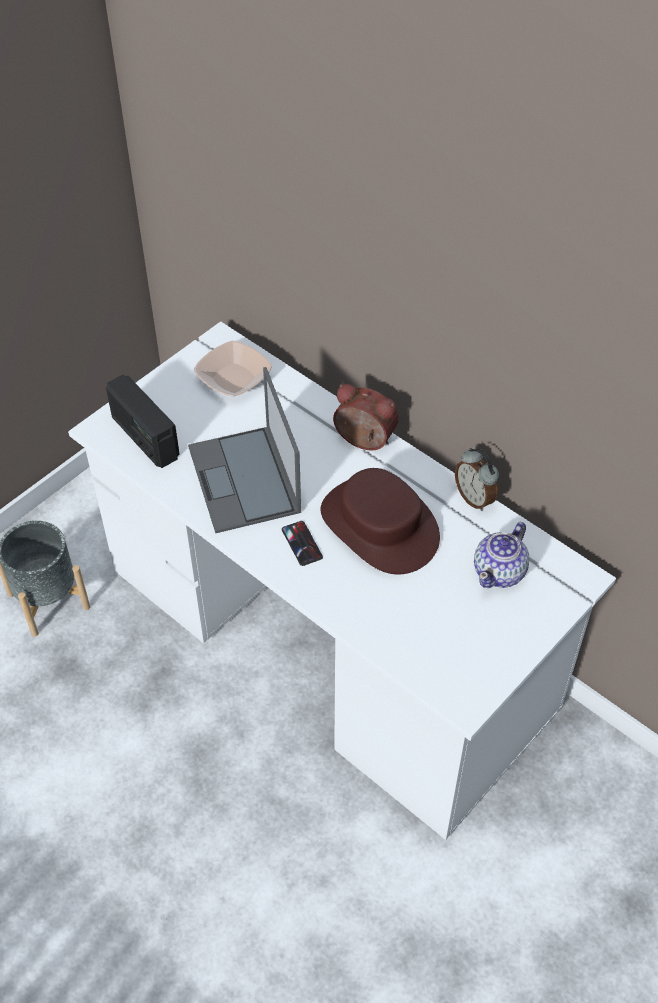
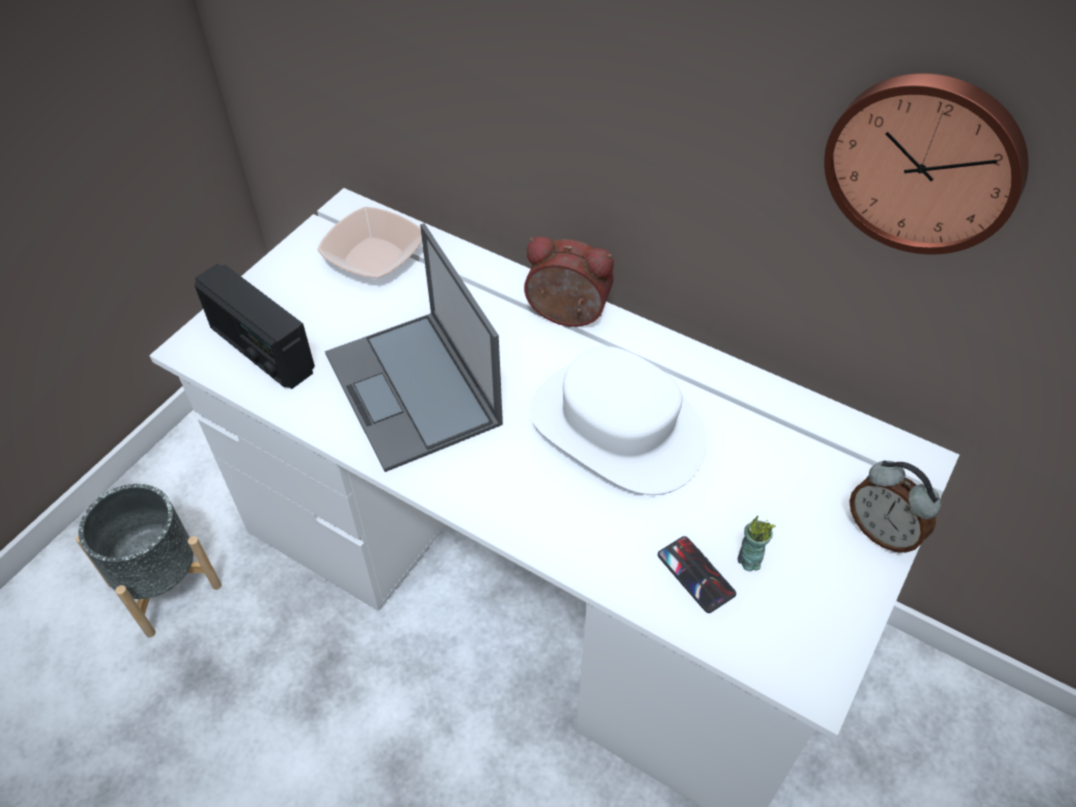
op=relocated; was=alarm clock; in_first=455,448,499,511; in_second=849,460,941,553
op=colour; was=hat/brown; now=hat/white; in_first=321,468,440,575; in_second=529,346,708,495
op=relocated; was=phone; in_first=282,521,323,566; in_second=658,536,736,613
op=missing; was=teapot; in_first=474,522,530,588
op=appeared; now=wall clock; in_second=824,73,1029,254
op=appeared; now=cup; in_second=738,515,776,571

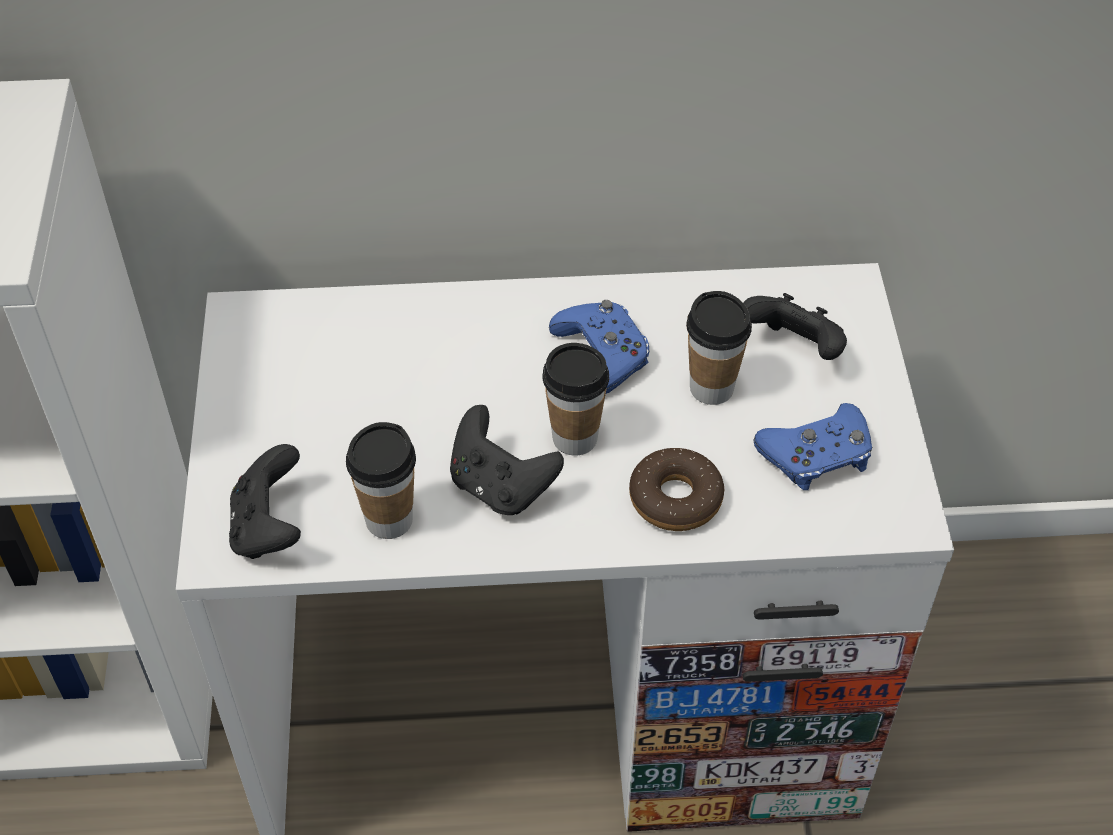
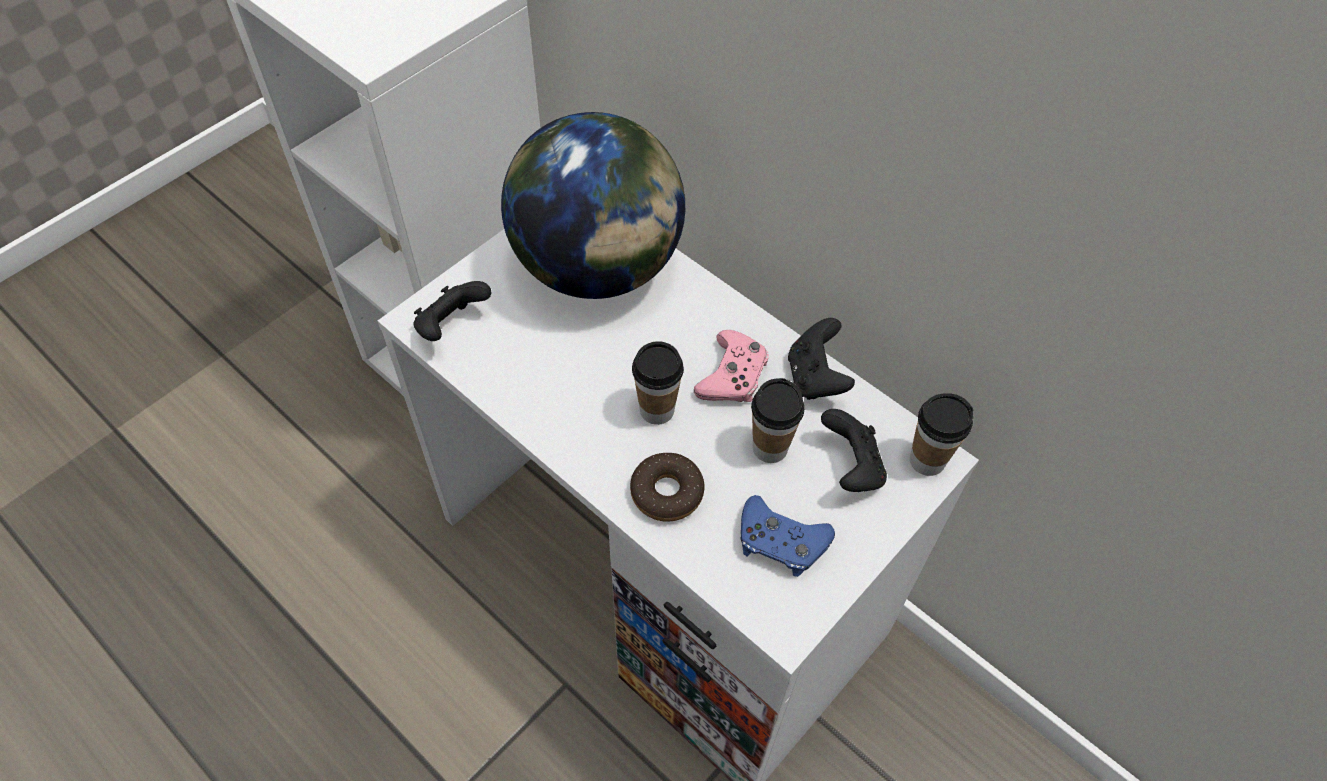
op=colour; was=game controller/blue; now=game controller/pink; in_first=549,300,649,394; in_second=694,330,768,402
op=relocated; was=game controller/black; in_first=450,405,564,515; in_second=788,318,855,400
op=relocated; was=cup; in_first=346,422,416,539; in_second=910,393,974,476
op=appeared; now=globe; in_second=501,112,685,299

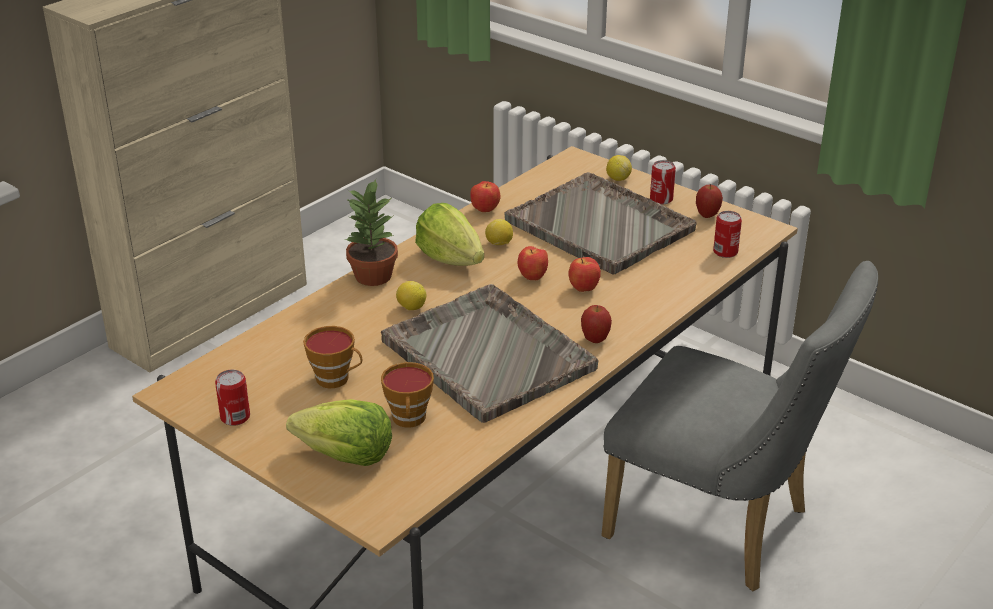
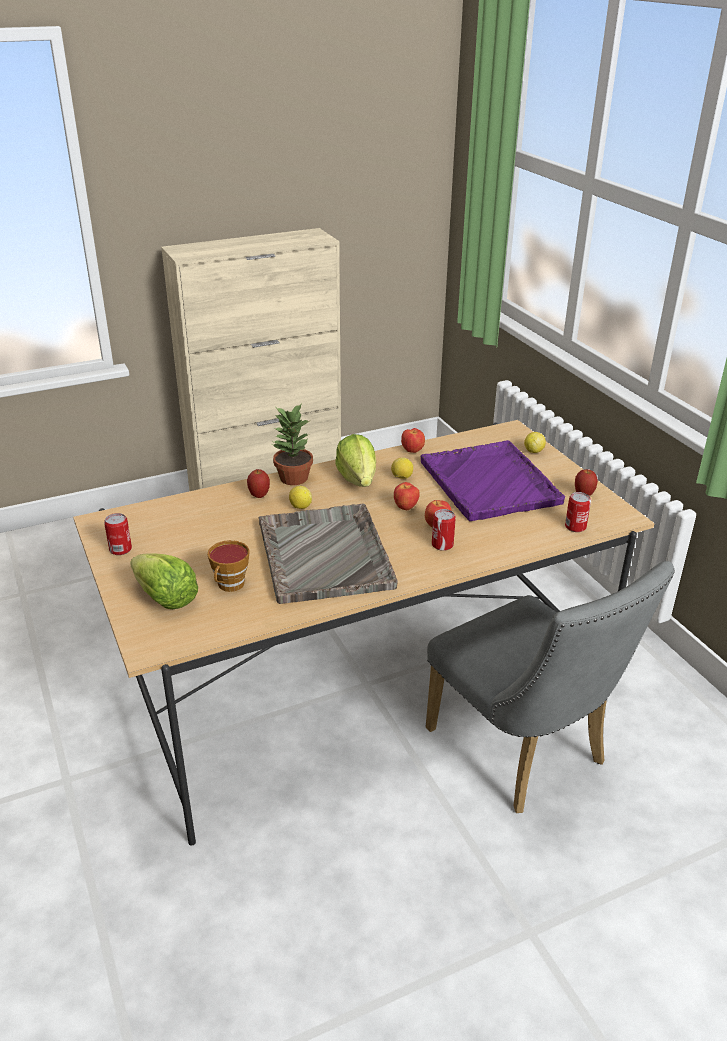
op=relocated; was=can; in_first=650,160,676,204; in_second=432,509,456,551
op=colour; was=tray/grey; now=tray/purple; in_first=505,172,697,275; in_second=421,440,565,521
op=relocated; was=apple; in_first=581,305,612,343; in_second=247,469,270,498
op=missing; was=cup; in_first=303,326,362,388

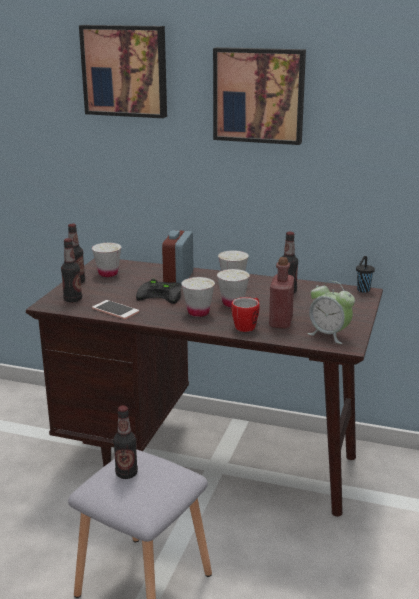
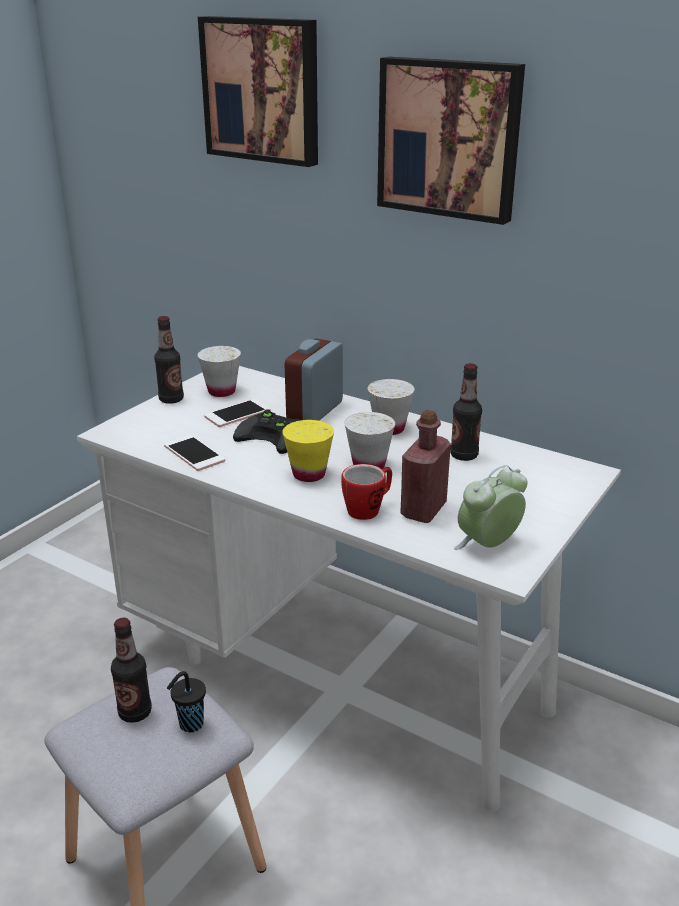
op=missing; was=bottle; in_first=61,238,82,302
op=relocated; was=cup/black; in_first=356,256,375,292; in_second=167,671,206,732
op=colour; was=desk/brown; now=desk/white; in_first=26,258,383,517; in_second=77,366,621,812
op=colour; was=cup/white; now=cup/yellow; in_first=181,277,215,317; in_second=282,420,334,482
op=spun; was=alarm clock; in_first=307,281,355,344; in_second=454,465,528,550; clockwise=90
op=appeared; now=phone; in_second=204,399,270,427

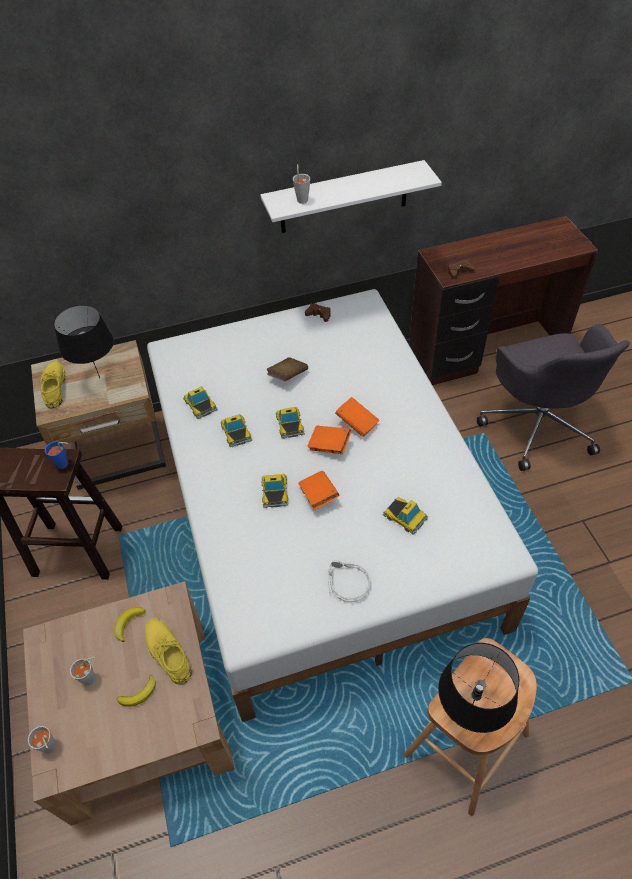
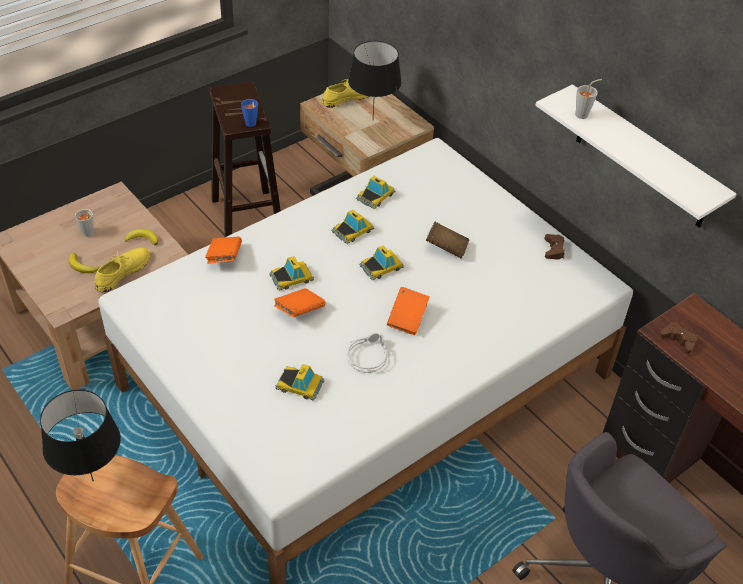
op=relocated; was=book/orange; in_first=307,425,351,454; in_second=205,237,242,264
op=spun; was=toy car; in_first=383,497,428,535; in_second=275,364,324,401; clockwise=-90
op=relocated; was=headphones/grey; in_first=328,560,371,602; in_second=347,333,388,373
op=missing; was=cup/grey; in_first=28,726,56,753

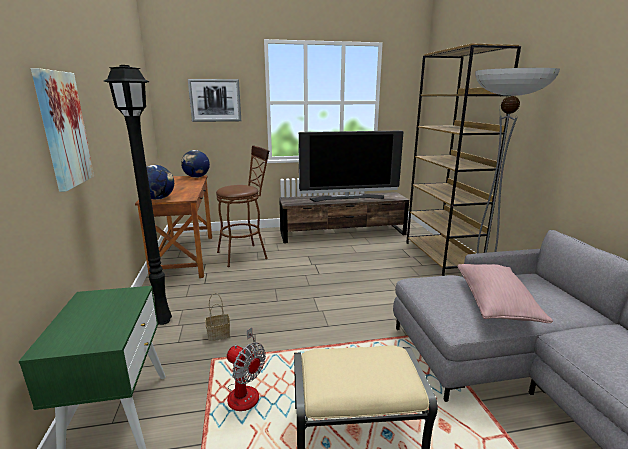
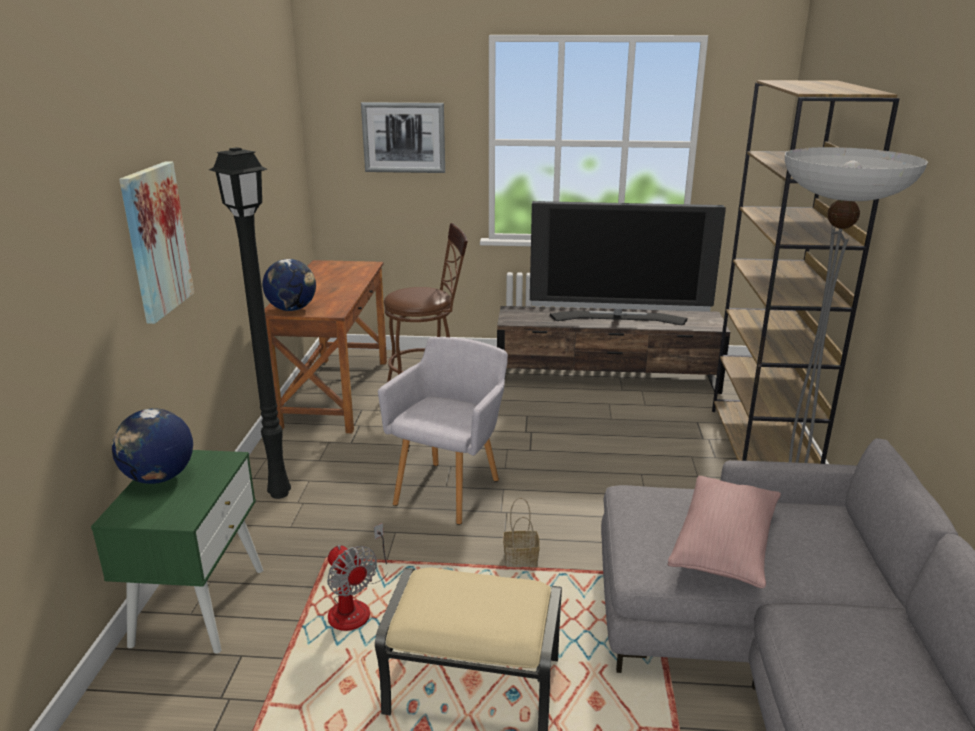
op=relocated; was=globe; in_first=181,150,210,178; in_second=112,408,193,484
op=relocated; was=basket; in_first=205,293,230,341; in_second=503,498,540,567
op=appeared; now=armchair/grey; in_second=378,337,508,525

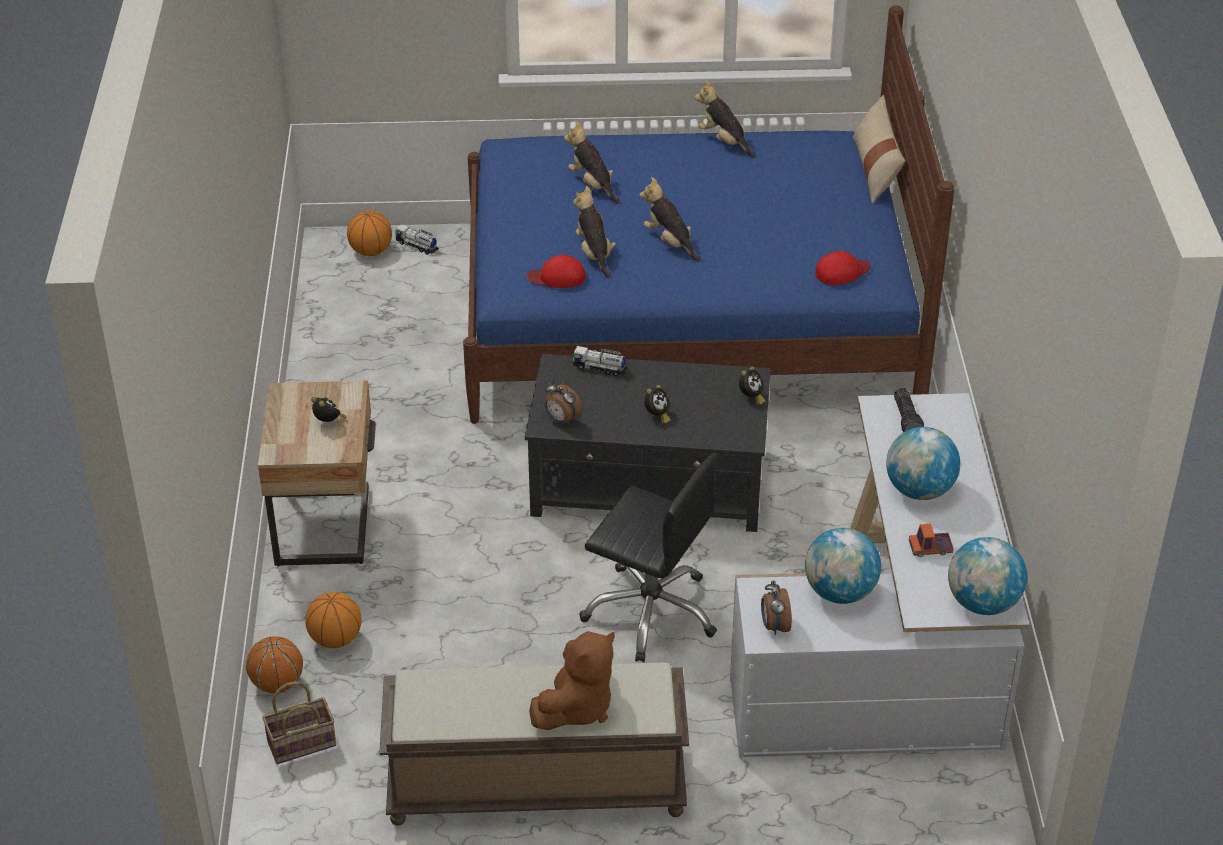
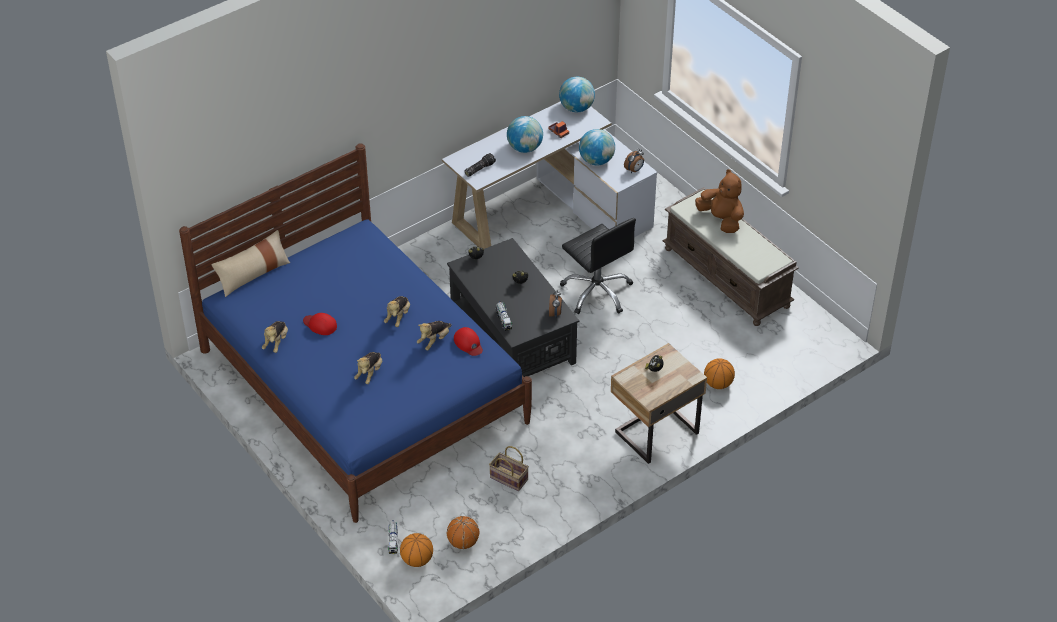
op=relocated; was=cap/red; in_first=815,251,870,285; in_second=303,313,337,335
op=spun; was=office chair/black; in_first=579,453,718,662; in_second=560,218,636,314; clockwise=150
op=spun; was=plush toy/brown; in_first=529,631,615,730; in_second=695,169,744,233; clockwise=45
op=relocated; was=basketball; in_first=246,636,303,693; in_second=447,516,479,549
op=relocated; was=basket; in_first=262,681,336,764; in_second=489,446,529,491

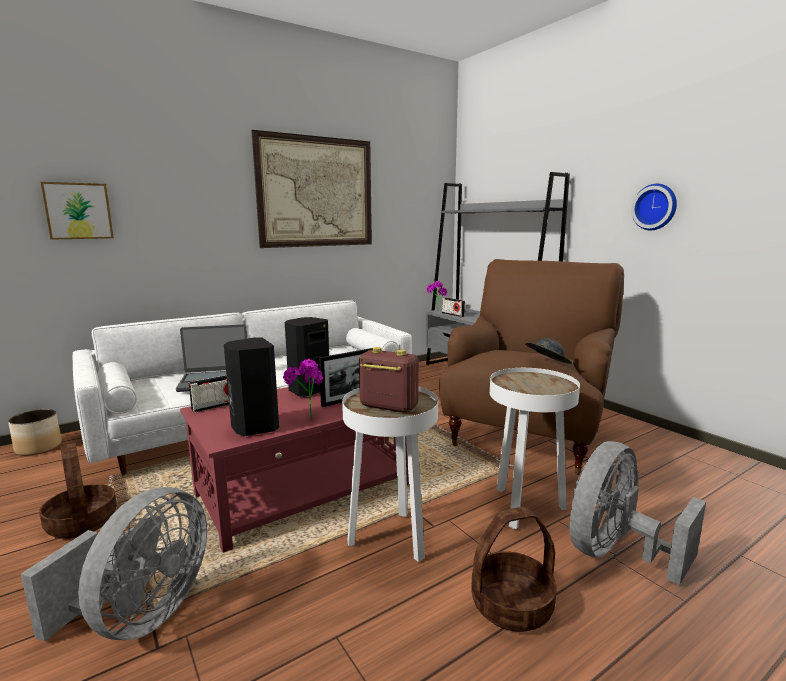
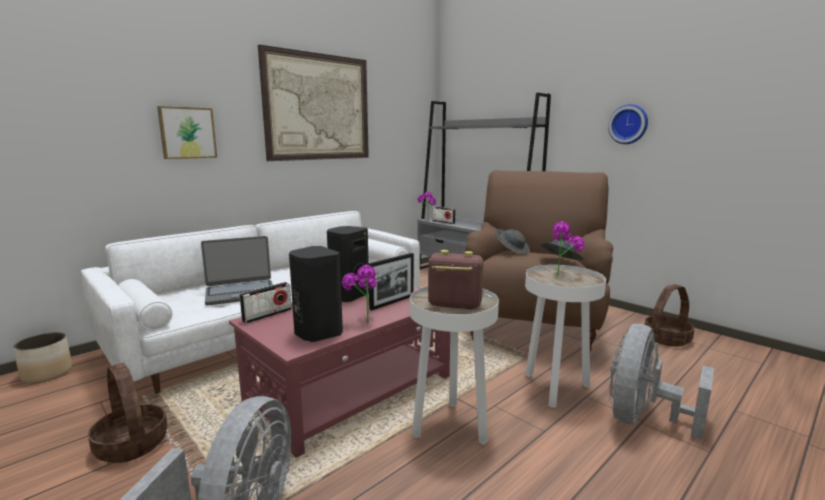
op=relocated; was=picture; in_first=41,182,114,240; in_second=157,106,217,159
op=relocated; was=basket; in_first=471,507,557,632; in_second=645,284,695,346
op=appeared; now=potted plant; in_second=552,221,585,276
op=appeared; now=hat/grey; in_second=495,229,530,254

